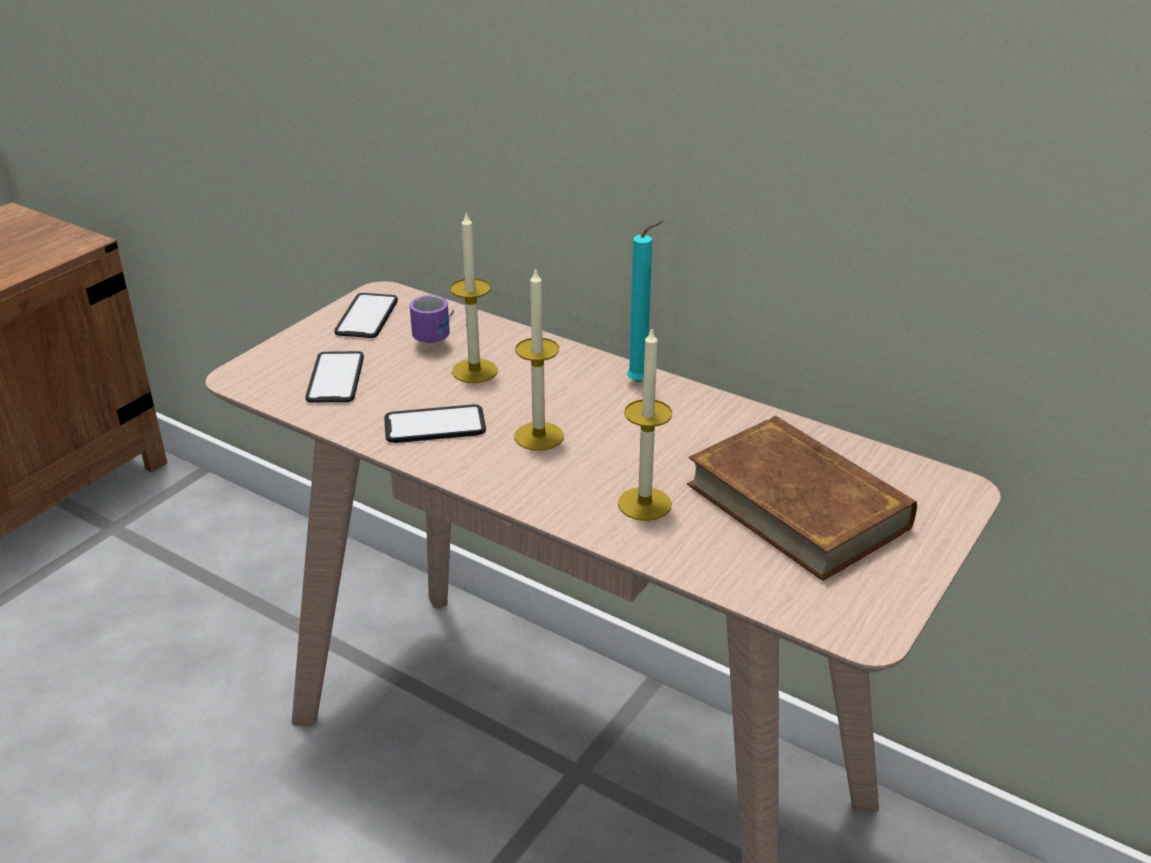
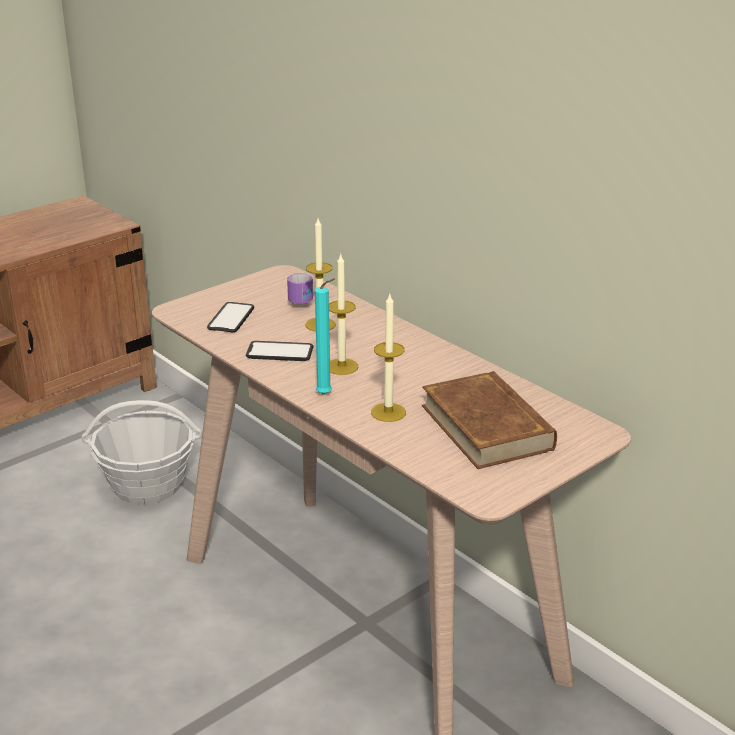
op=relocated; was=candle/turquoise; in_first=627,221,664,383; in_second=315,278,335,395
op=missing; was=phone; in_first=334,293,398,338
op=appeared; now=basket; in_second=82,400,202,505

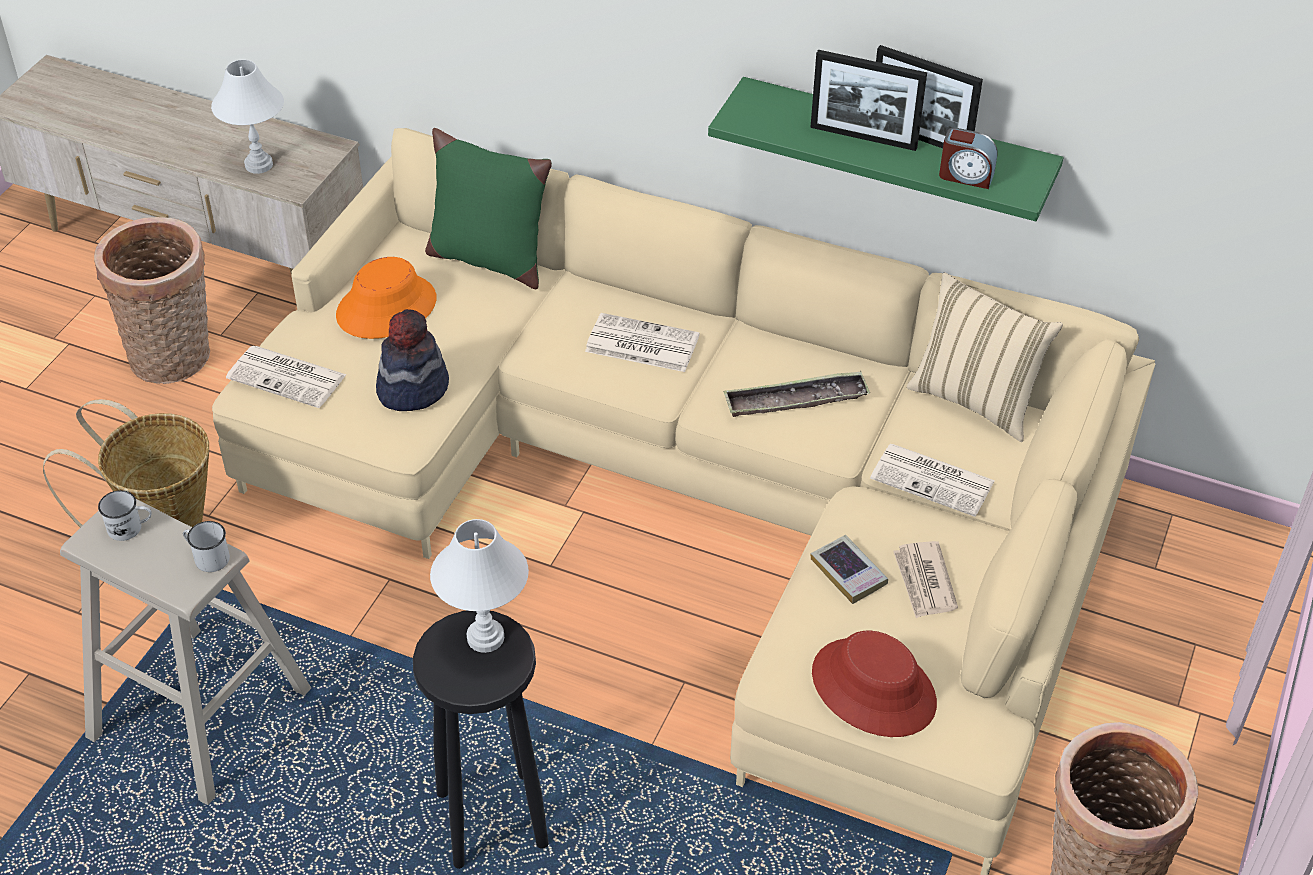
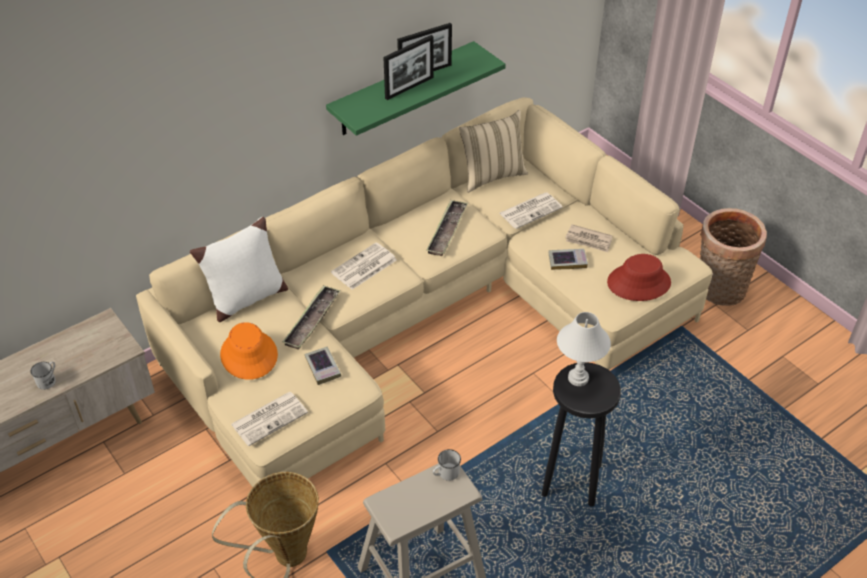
op=missing; was=table lamp/white; in_first=211,59,284,174
op=missing; was=alarm clock; in_first=939,127,998,189
op=colour; was=pillow/green; now=pillow/white; in_first=425,128,552,289; in_second=190,217,288,322
op=missing; was=basket; in_first=94,217,210,384
op=exchanged; was=hat; now=book; in_first=376,309,449,411; in_second=304,346,341,385
op=relocated; was=mug/white; in_first=98,490,151,541; in_second=30,362,56,390
op=appeared; now=tray; in_second=282,285,341,350

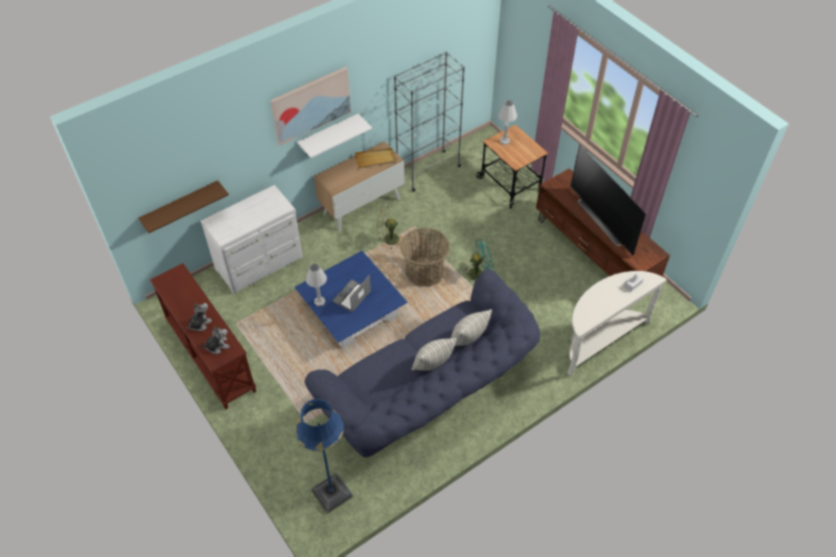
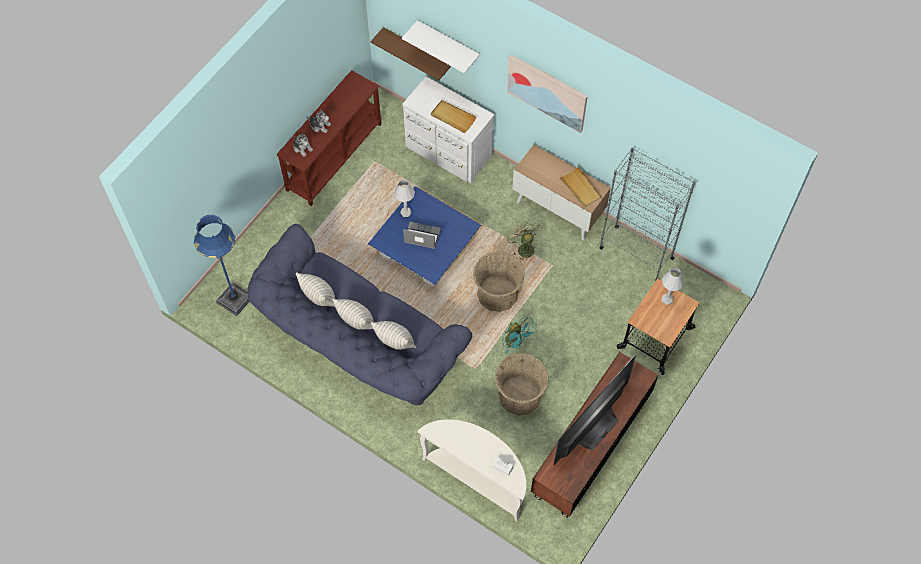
op=relocated; was=shelf/white; in_first=297,114,372,158; in_second=402,20,480,74
op=appeared; now=tray/beige; in_second=431,100,476,133
op=appeared; now=pillow; in_second=296,272,335,307
op=appeared; now=basket; in_second=495,353,549,415

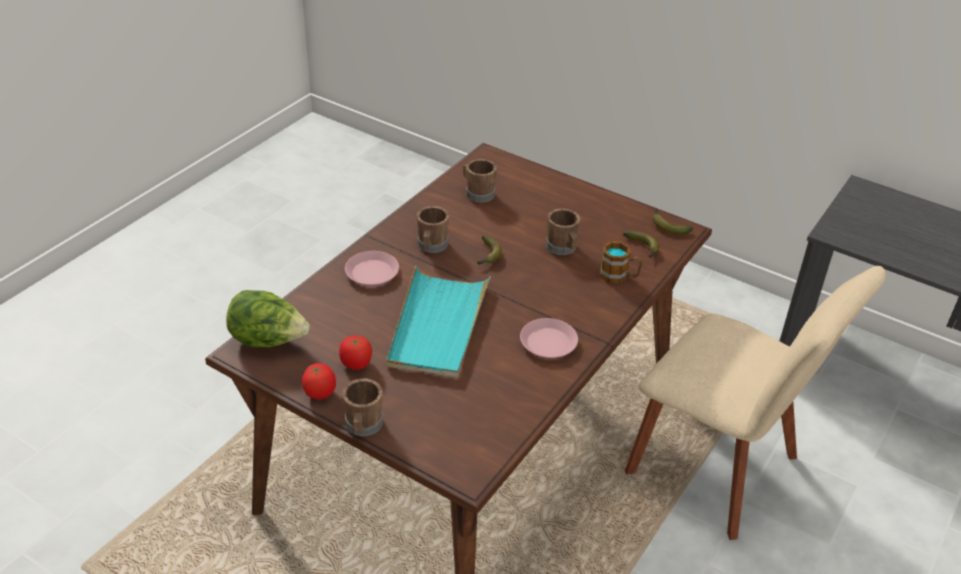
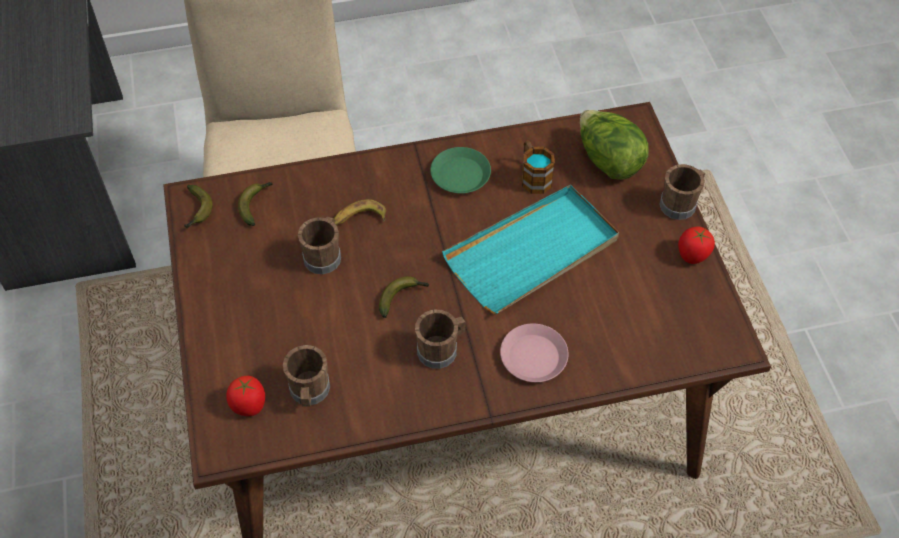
op=relocated; was=mug; in_first=600,241,642,283; in_second=522,140,555,194
op=relocated; was=lettuce; in_first=226,290,310,347; in_second=580,110,649,180
op=colour; was=plate/pink; now=plate/green; in_first=520,318,578,358; in_second=430,147,491,193
op=relocated; was=tomato; in_first=339,336,372,370; in_second=226,376,265,416
op=appeared; now=banana; in_second=334,199,386,225

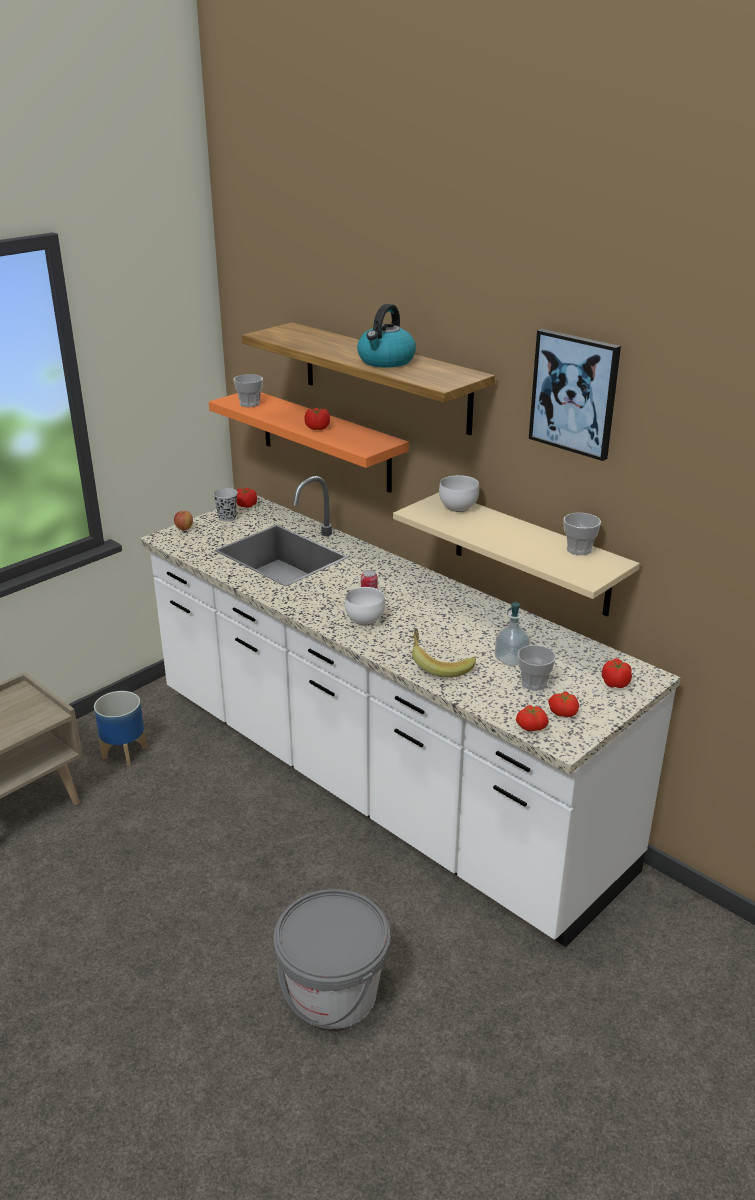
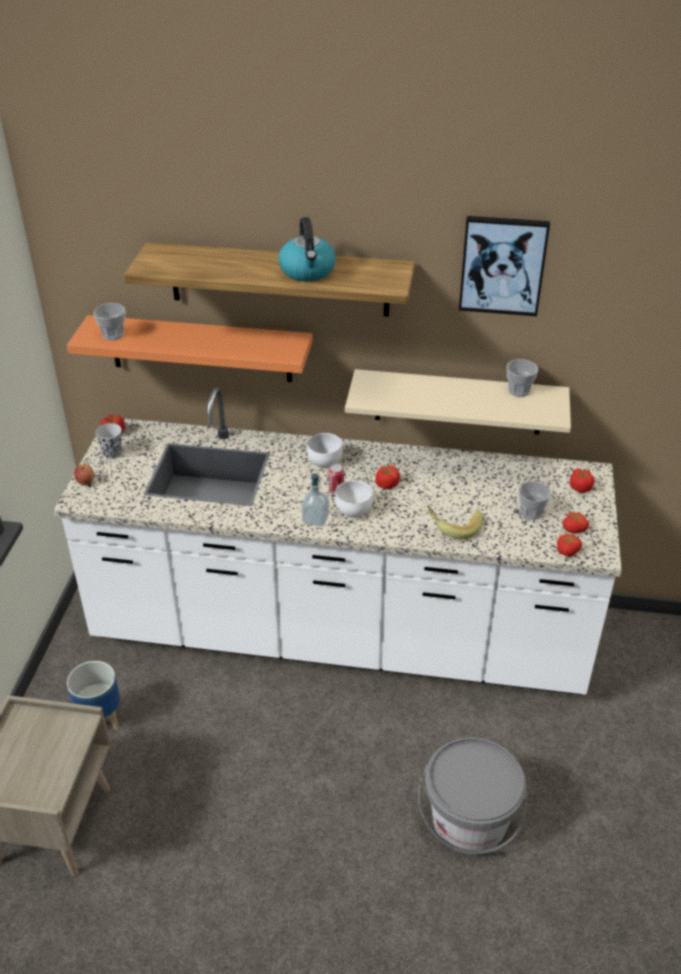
op=relocated; was=tomato; in_first=305,408,330,430; in_second=376,465,400,489
op=relocated; was=bowl/white; in_first=439,475,479,512; in_second=307,433,343,468
op=relocated; was=soap dispenser; in_first=495,602,530,667; in_second=302,473,329,526

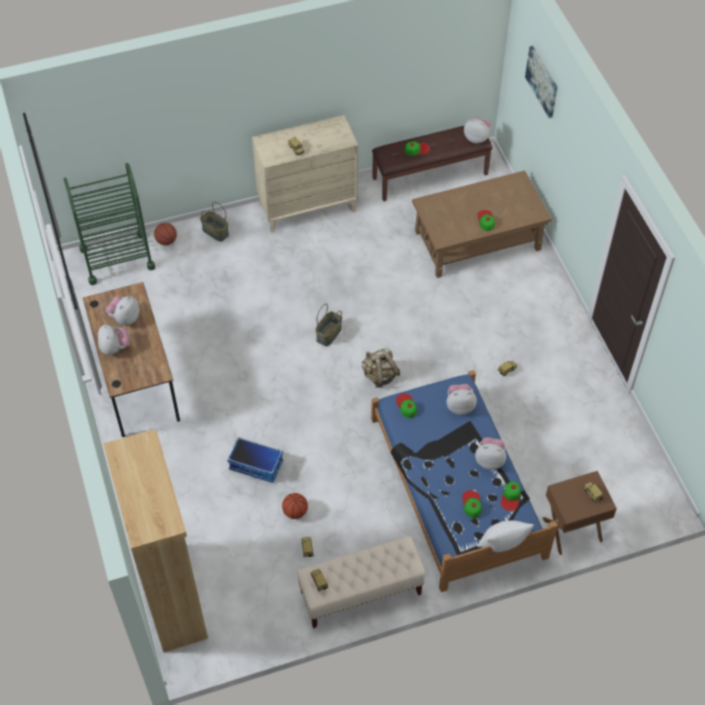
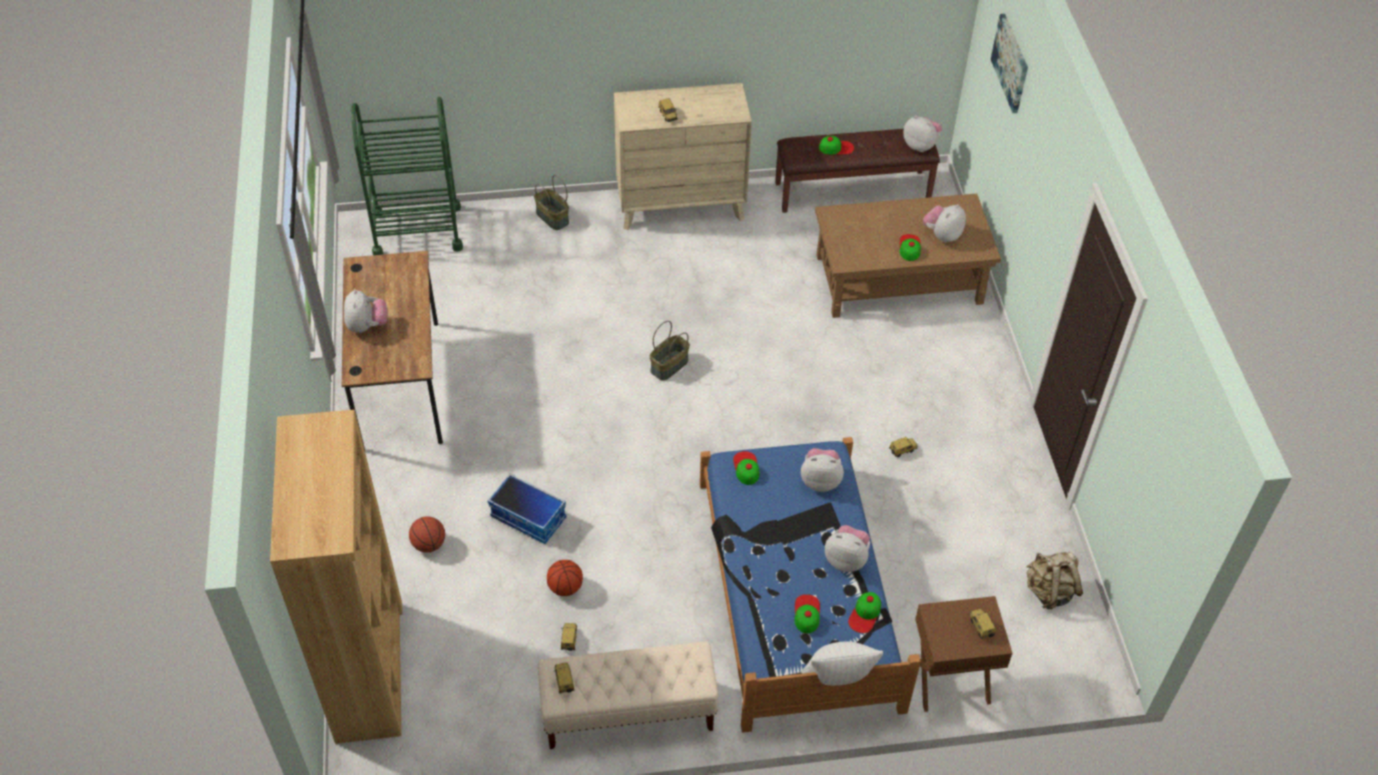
op=relocated; was=basketball; in_first=154,223,177,245; in_second=409,516,445,553
op=relocated; was=plush toy; in_first=106,296,140,326; in_second=923,204,966,243
op=relocated; was=backpack/beige; in_first=362,348,400,388; in_second=1026,552,1083,609

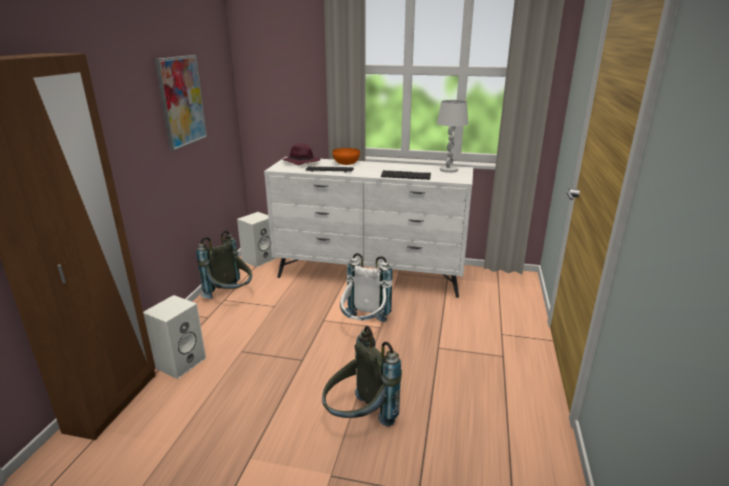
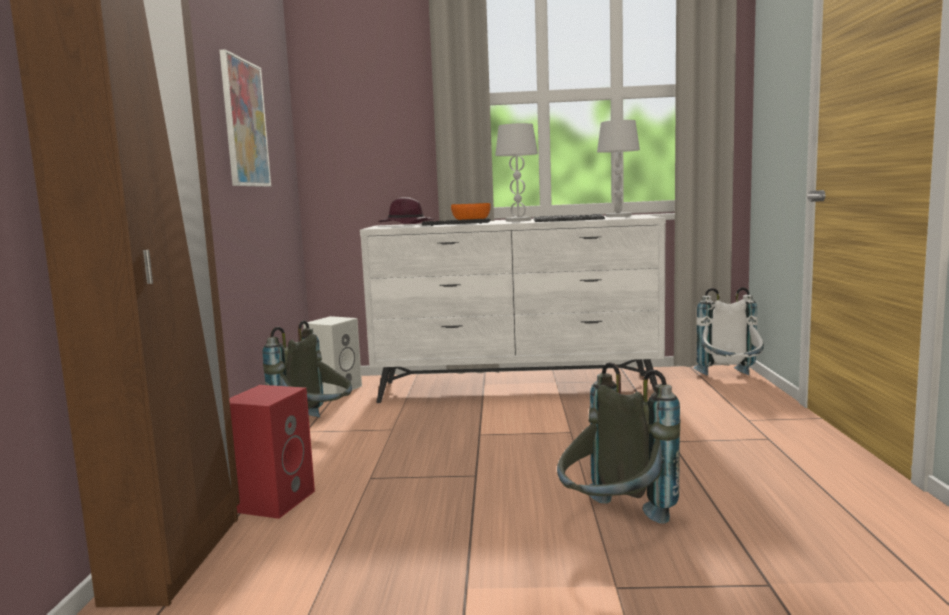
op=relocated; was=backpack/white; in_first=340,253,393,322; in_second=693,287,764,375
op=colour; was=speaker/white; now=speaker/red; in_first=143,295,206,379; in_second=229,385,315,519
op=appeared; now=table lamp/white; in_second=495,123,538,222

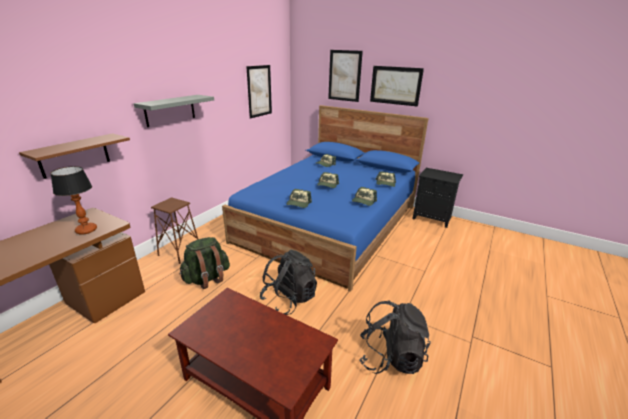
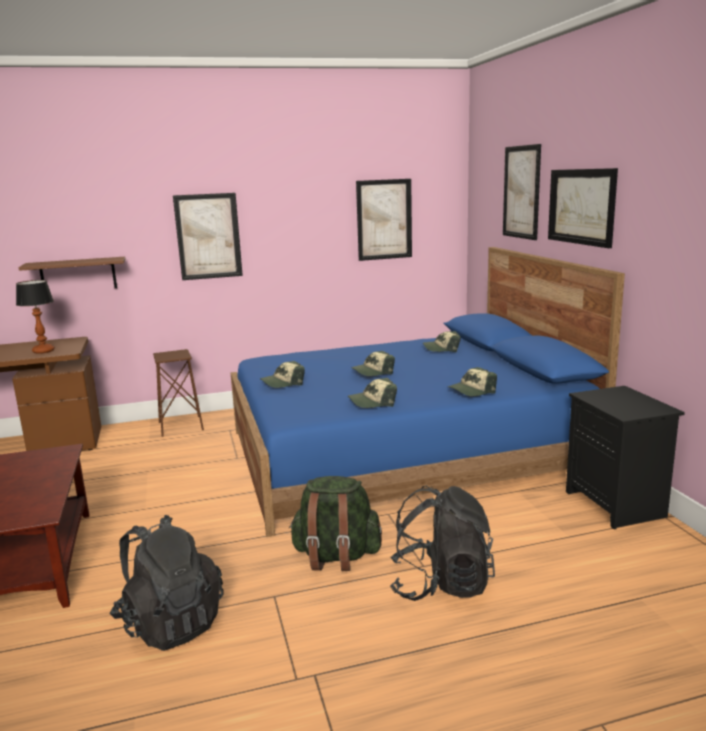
op=exchanged; was=shelf/grey; now=picture; in_first=134,95,214,127; in_second=173,193,243,280
op=relocated; was=backpack/green; in_first=179,237,230,289; in_second=289,476,382,571
op=relocated; was=backpack/black; in_first=260,250,317,315; in_second=390,486,495,601

